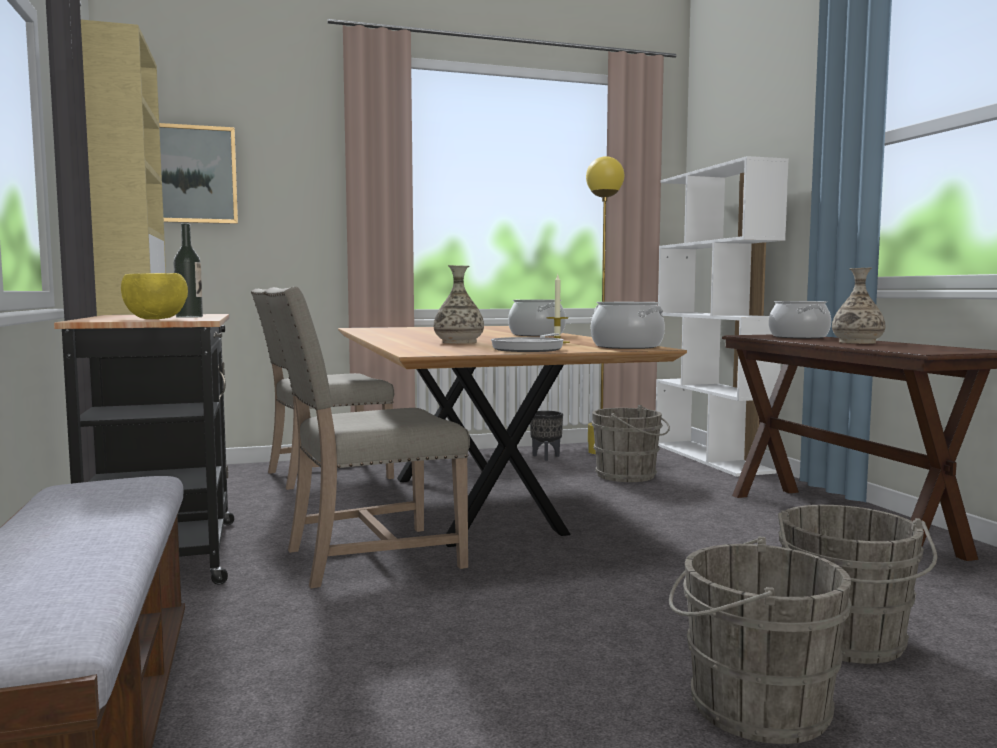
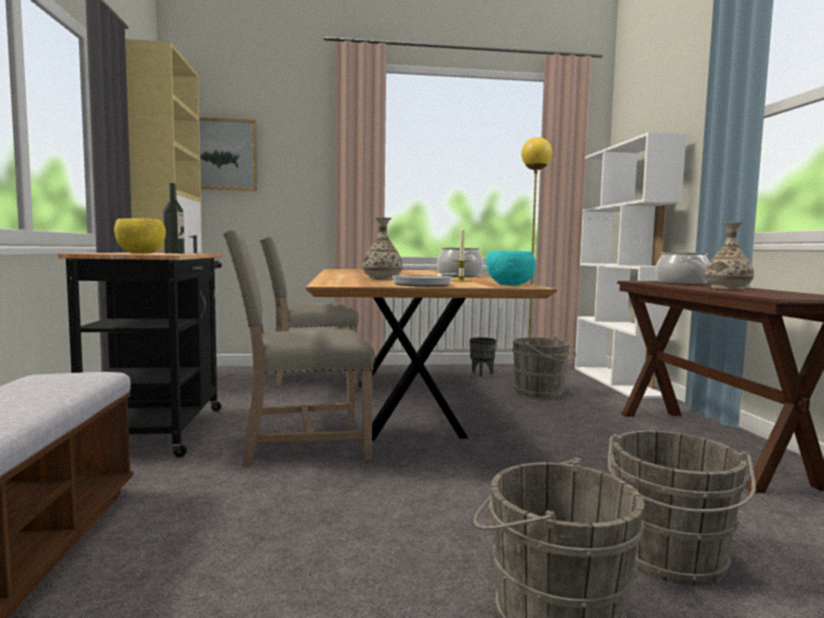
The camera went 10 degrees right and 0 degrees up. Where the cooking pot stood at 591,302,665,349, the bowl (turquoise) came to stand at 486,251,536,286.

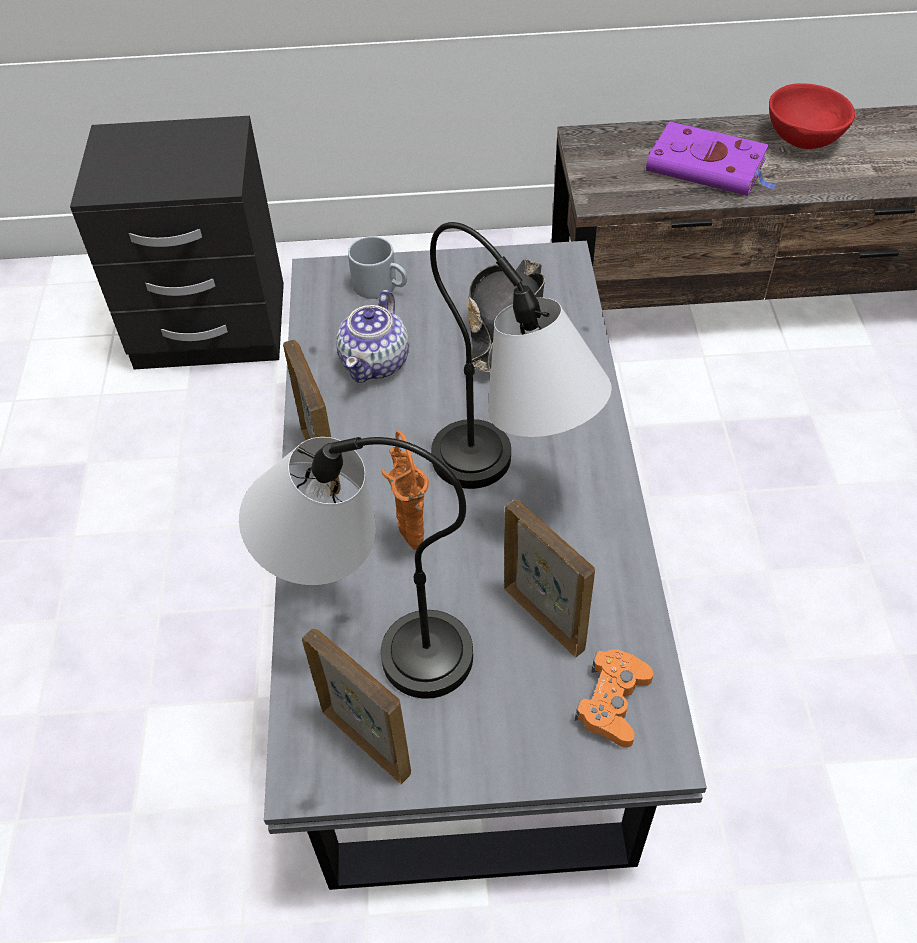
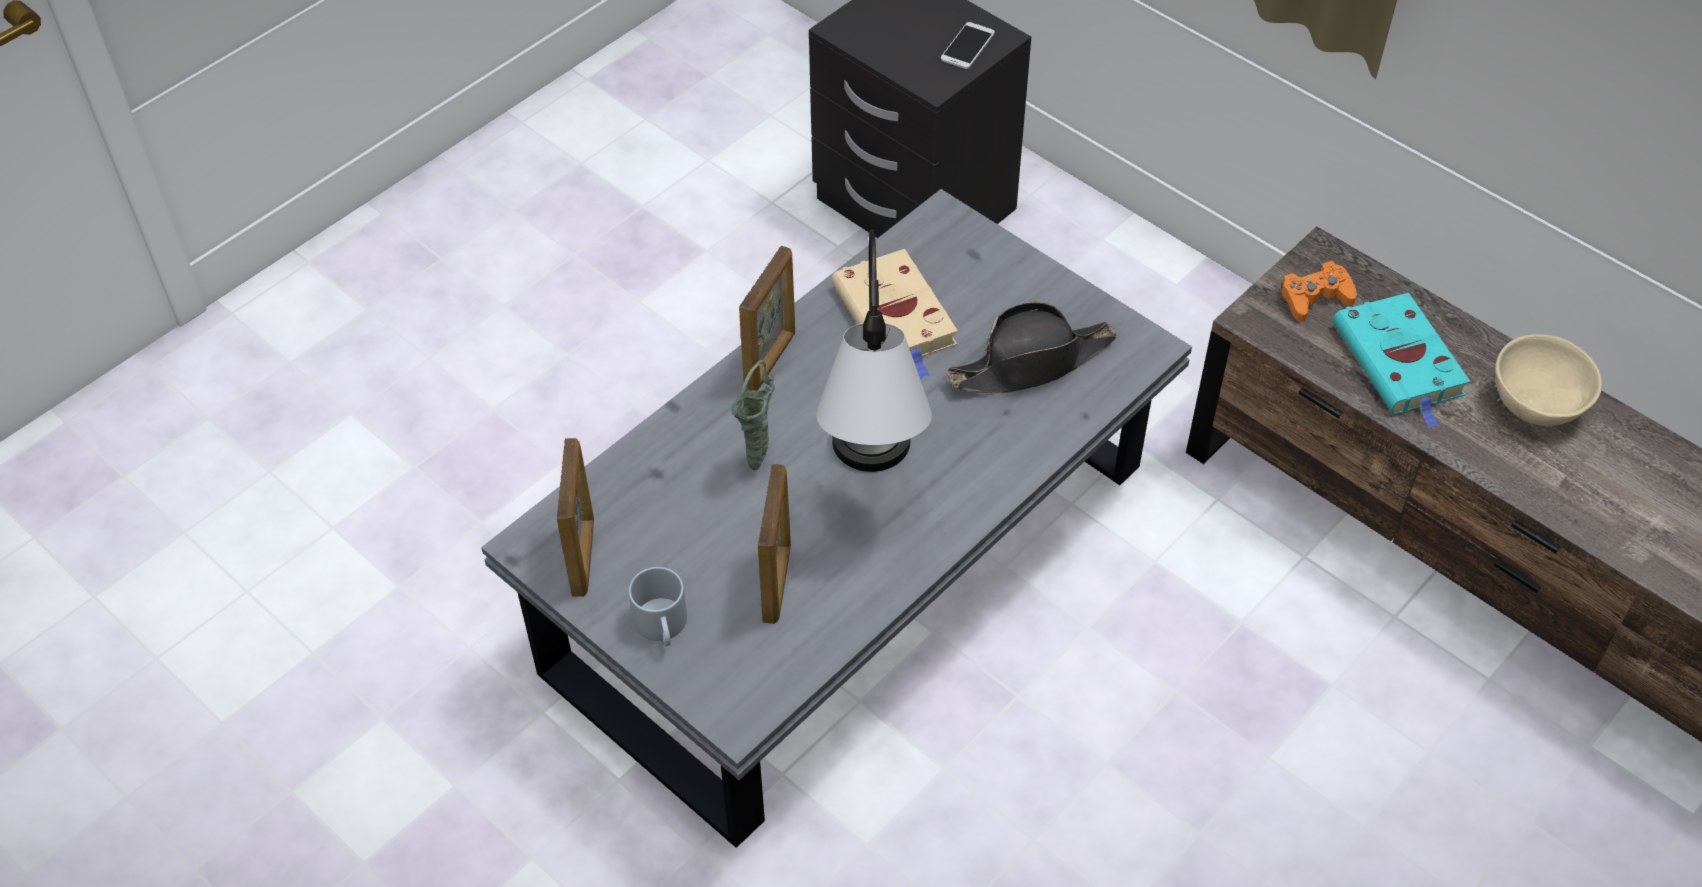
The camera went 45 degrees right and 0 degrees up. The second view lost the table lamp at 239,437,473,699. Where the teapot stood at 336,290,409,383, the book (beige) came to stand at 831,249,958,379. The mug (grey) ended up elsewhere, having gone from 348,236,407,299 to 629,567,687,646. What was the vase (orange) at 381,431,429,550 turned into the vase (green) at 731,360,775,470. The game controller (orange) ended up elsewhere, having gone from 575,649,653,748 to 1281,261,1357,322. What was the book (purple) at 646,121,776,196 turned into the book (turquoise) at 1333,293,1470,428. What was the bowl (red) at 769,83,855,149 turned into the bowl (beige) at 1495,334,1602,426. The second view gained the phone at 941,22,995,69.

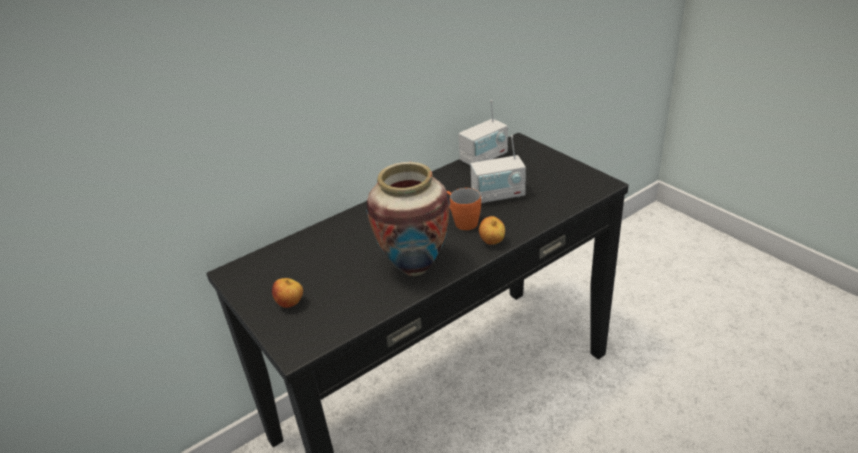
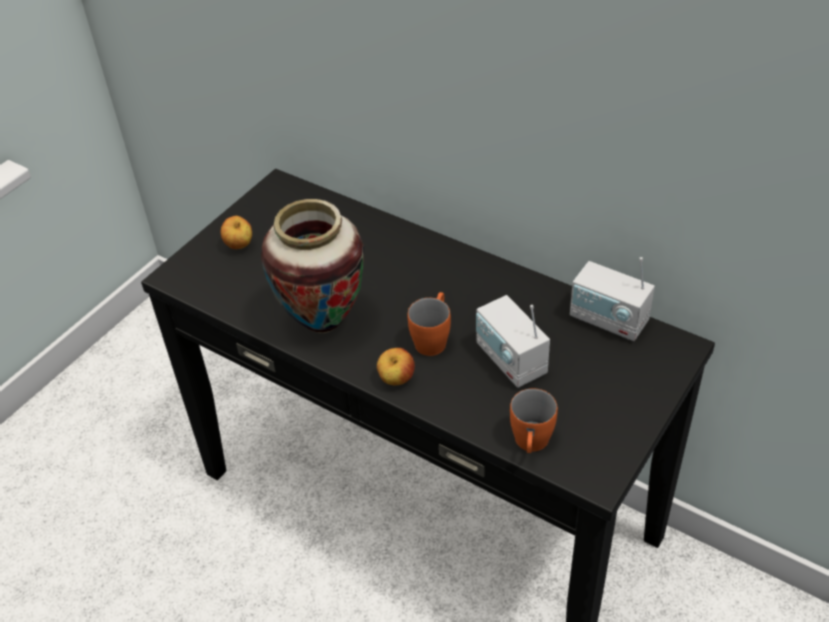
The camera went 70 degrees right and 10 degrees up. The second view gained the mug (orange) at 510,388,558,453.

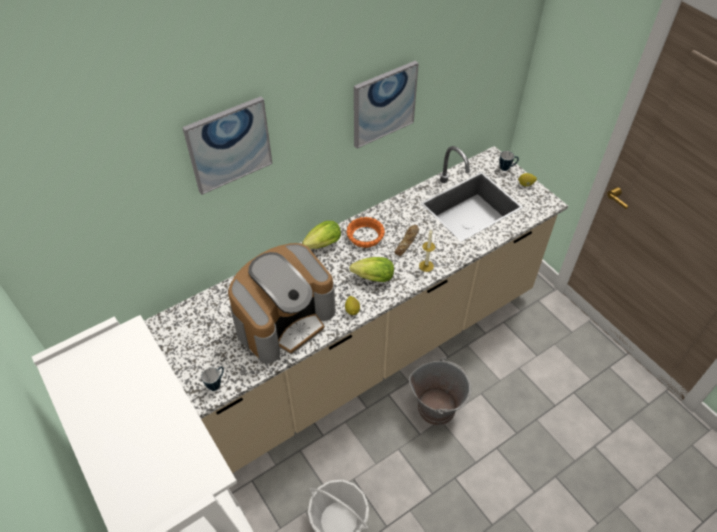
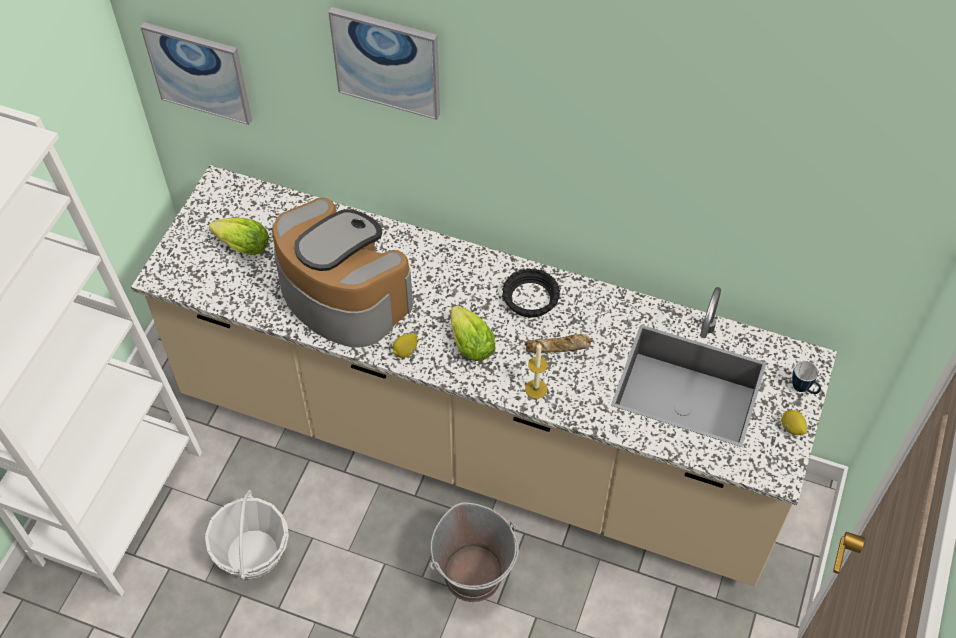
The camera went 55 degrees right and 5 degrees up. The second view lost the mug at 201,366,224,391. The coffee machine at 228,243,335,364 ended up facing another way, 150 degrees counterclockwise from before. The lettuce ended up elsewhere, having gone from 302,221,341,249 to 209,217,269,255. What was the bowl (orange) at 346,217,385,248 turned into the bowl (black) at 502,268,560,318. The picture ended up elsewhere, having gone from 354,61,419,148 to 141,22,252,125.

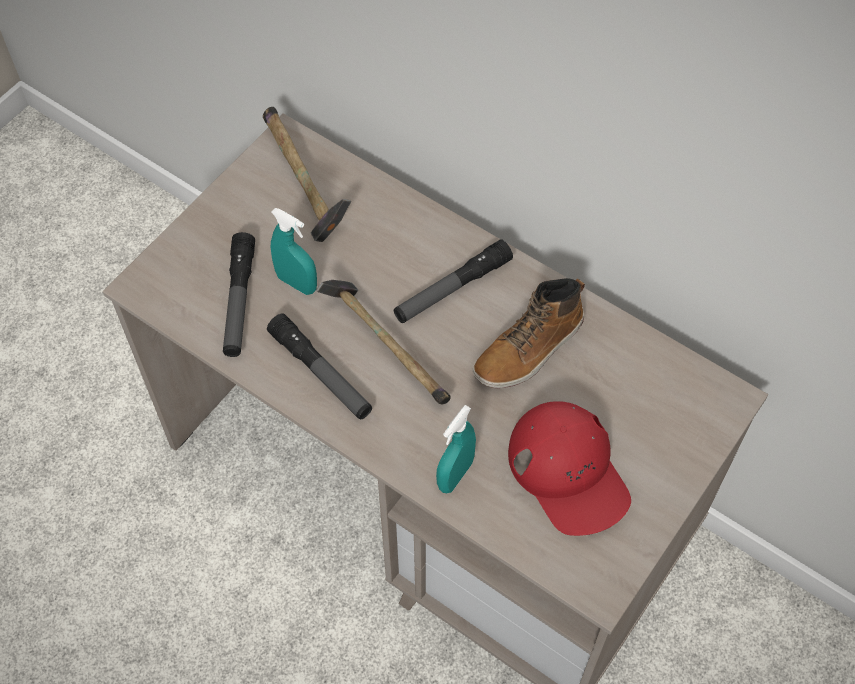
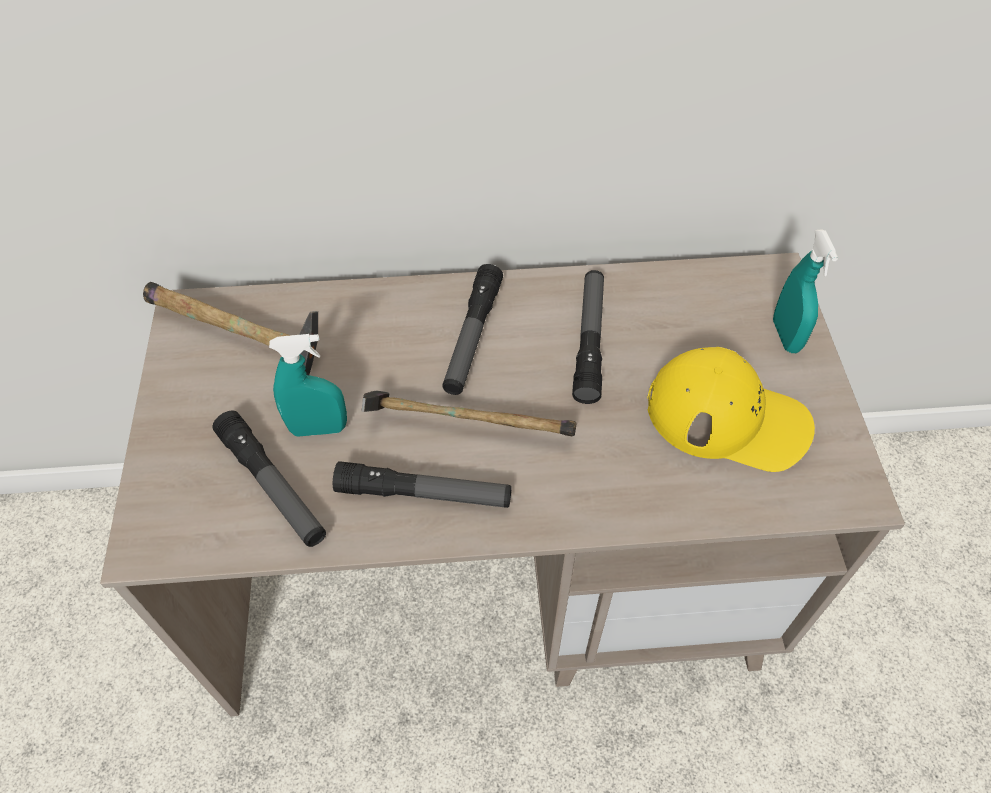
The camera went 40 degrees left and 5 degrees down. The spray bottle (turquoise) ended up elsewhere, having gone from 436,405,476,493 to 773,229,838,353. Where the boot stood at 472,278,585,388, the flashlight came to stand at 572,270,604,404. What was the cap (red) at 508,401,631,536 turned into the cap (yellow) at 647,347,815,472.

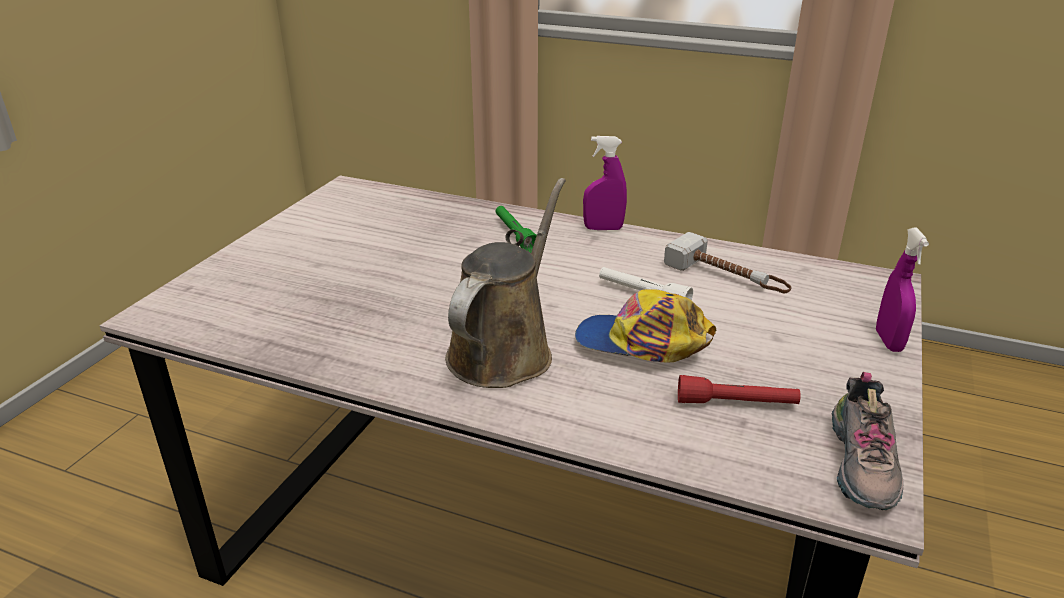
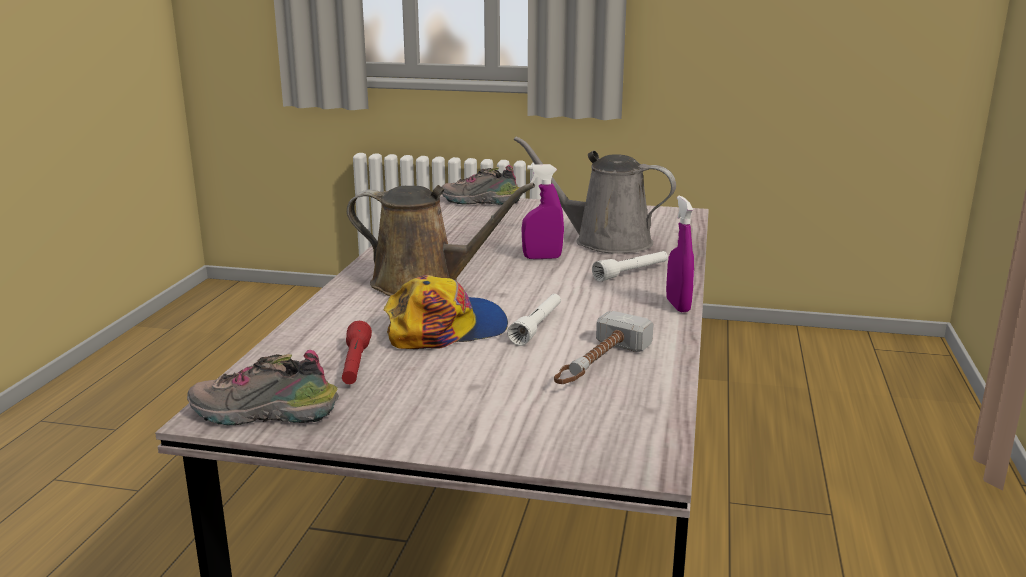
The camera went 80 degrees right and 10 degrees down. What was the flashlight (green) at 495,206,537,253 turned into the flashlight (white) at 592,251,668,282. The cap at 575,289,716,363 ended up facing another way, 60 degrees clockwise from before. The spray bottle (purple) ended up elsewhere, having gone from 876,228,929,352 to 521,164,564,259. The second view gained the shoe at 442,165,523,205. The second view gained the watering can (grey) at 514,136,676,254.

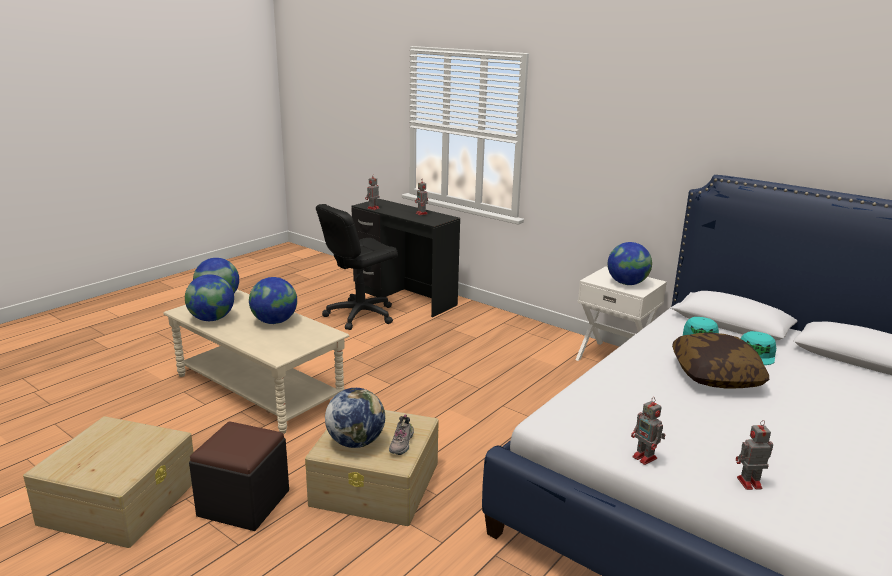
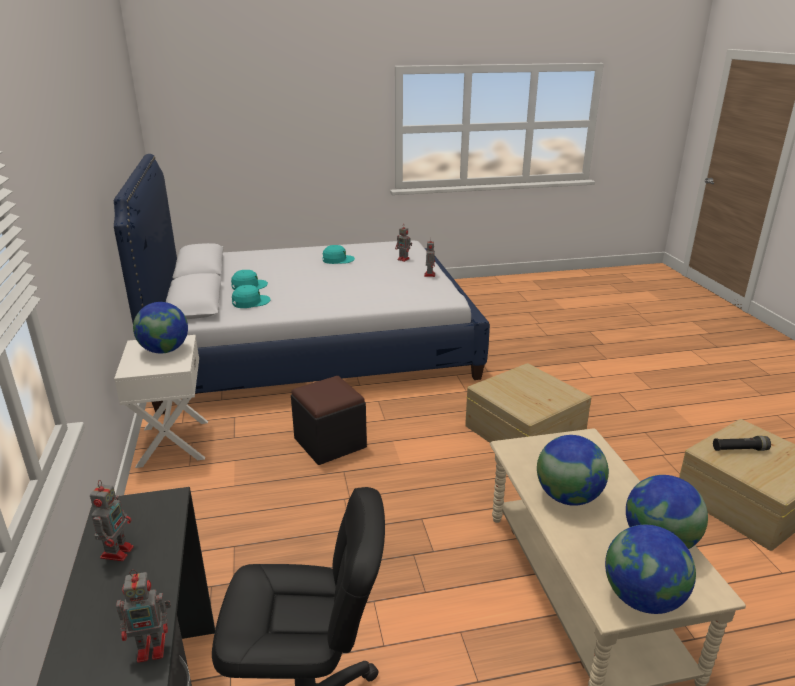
The camera went 140 degrees left and 5 degrees up. The ottoman (black) ended up elsewhere, having gone from 189,421,289,531 to 291,376,367,465. The second view lost the globe at 325,388,385,448. The second view lost the shoe at 389,415,414,455. The second view lost the pillow at 672,333,769,389. The second view gained the cap (turquoise) at 323,245,355,264. The second view gained the flashlight (black) at 713,436,771,451.

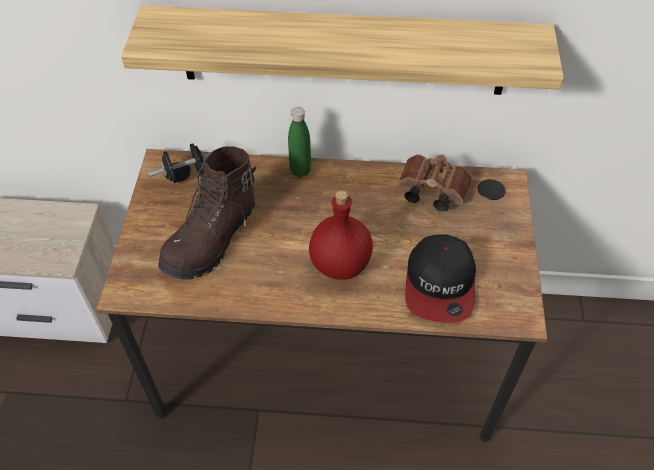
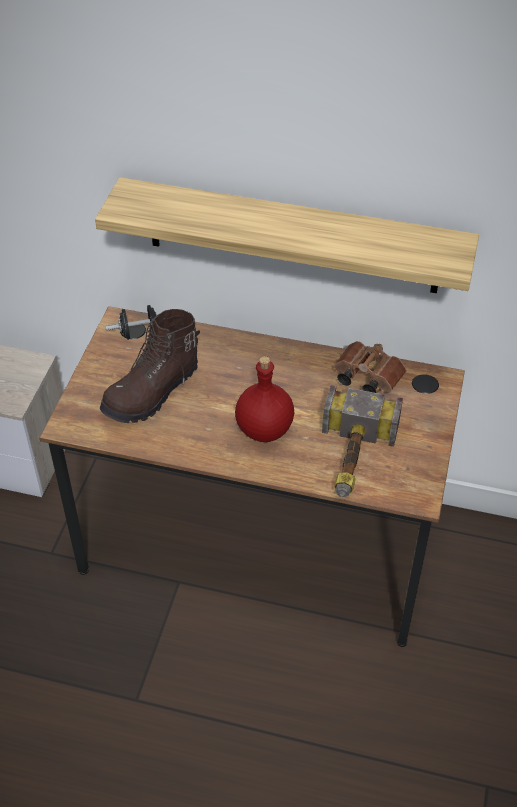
The camera went 10 degrees right and 5 degrees down. The second view lost the bottle (green) at 288,107,311,177. Where the cap stood at 405,234,476,323, the hammer came to stand at 322,385,403,497.

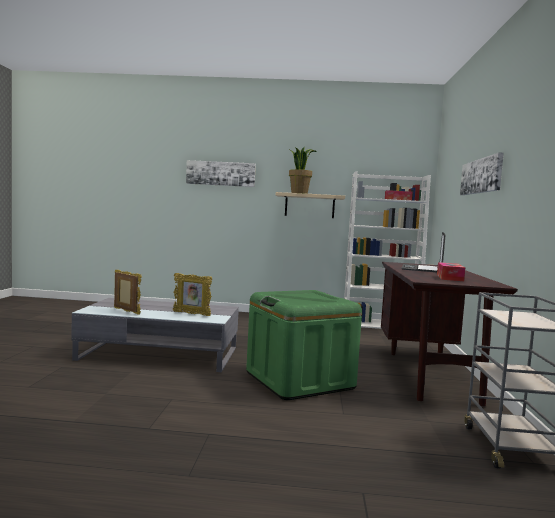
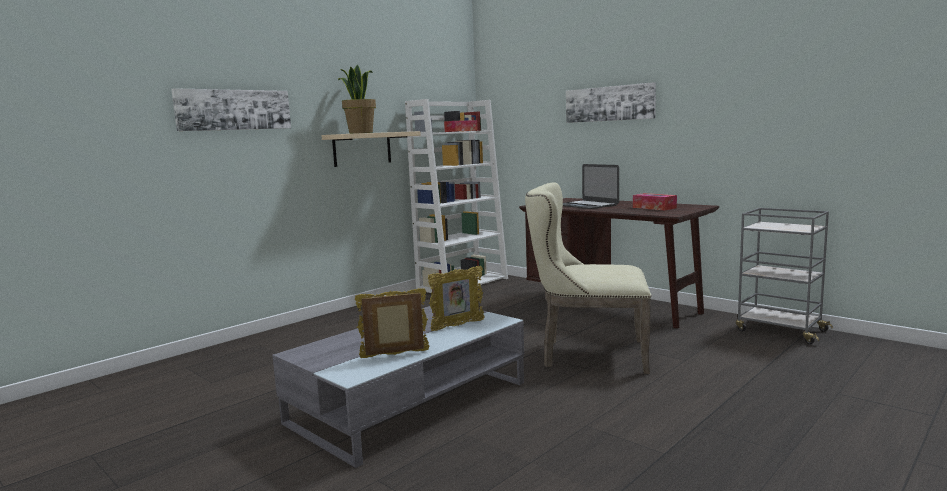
The camera went 50 degrees left and 5 degrees up. Where the storage box (green) stood at 246,290,362,400, the chair (beige) came to stand at 525,182,651,374.

